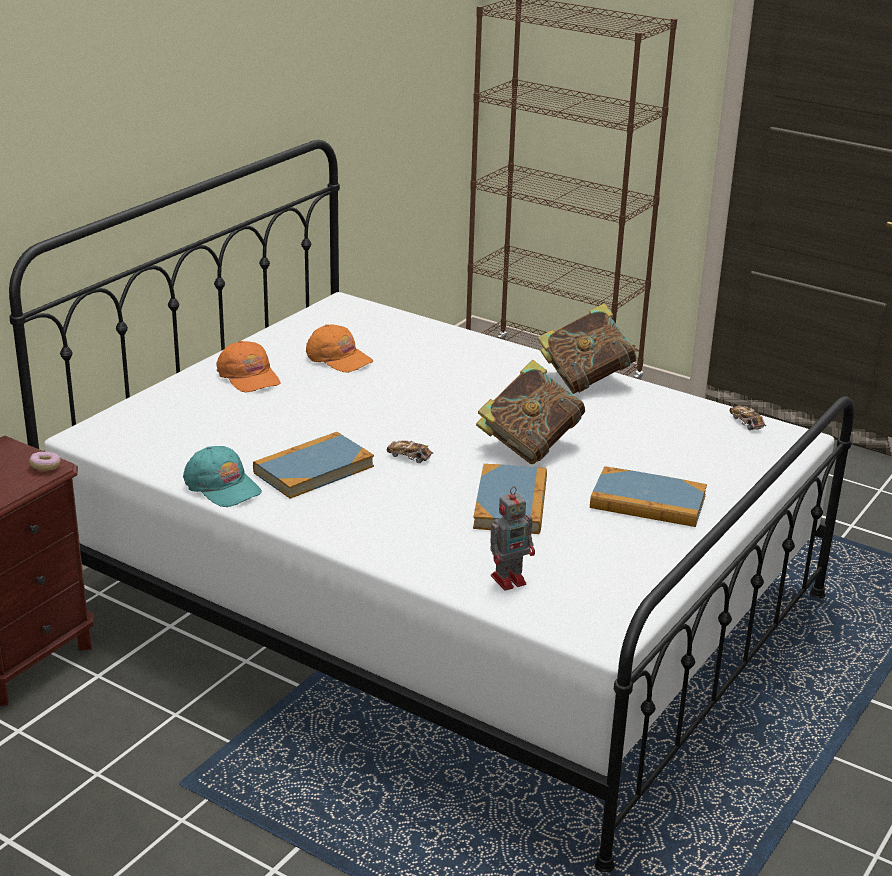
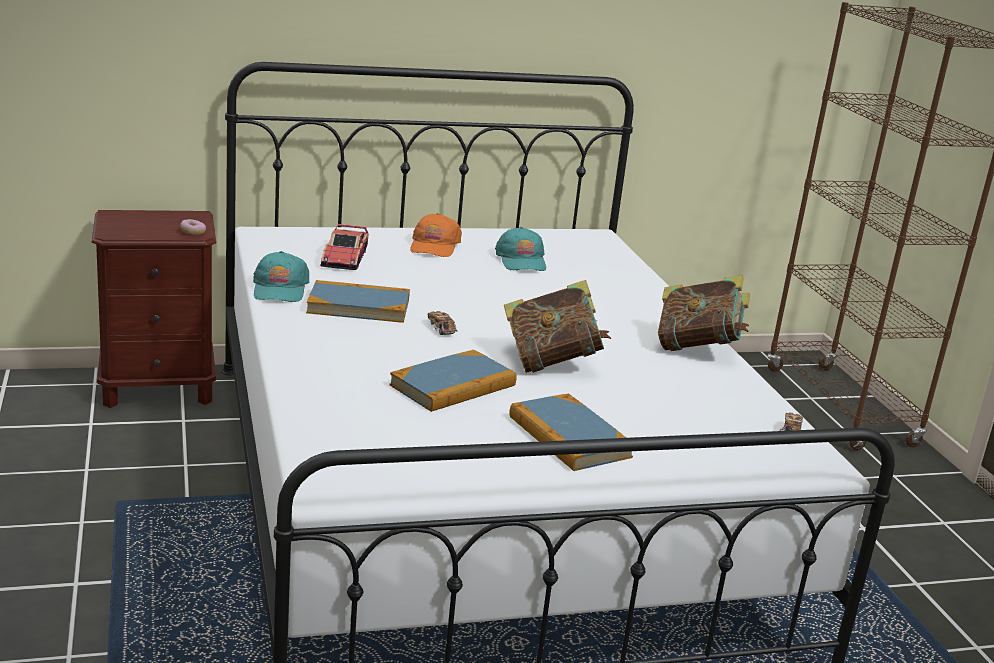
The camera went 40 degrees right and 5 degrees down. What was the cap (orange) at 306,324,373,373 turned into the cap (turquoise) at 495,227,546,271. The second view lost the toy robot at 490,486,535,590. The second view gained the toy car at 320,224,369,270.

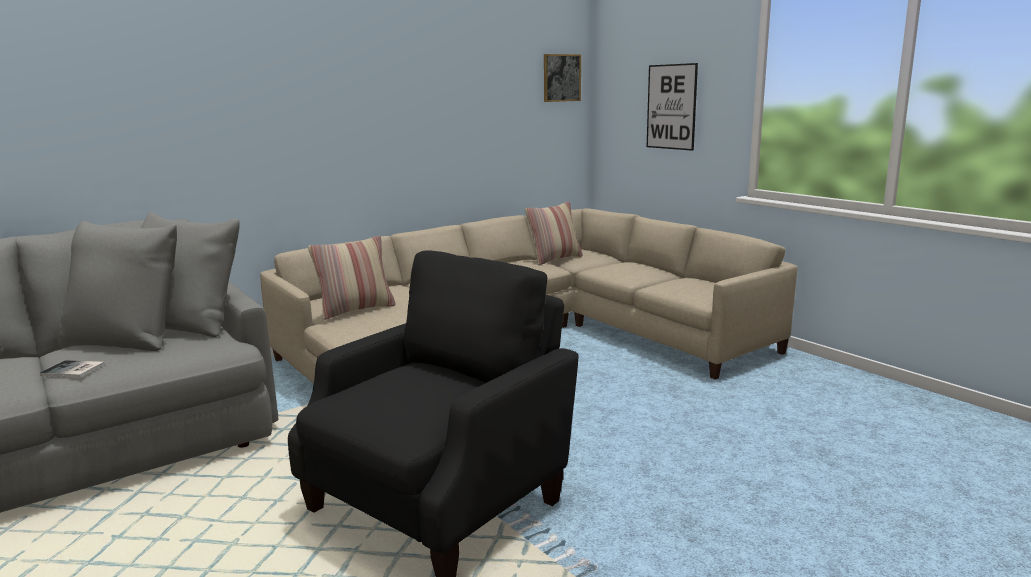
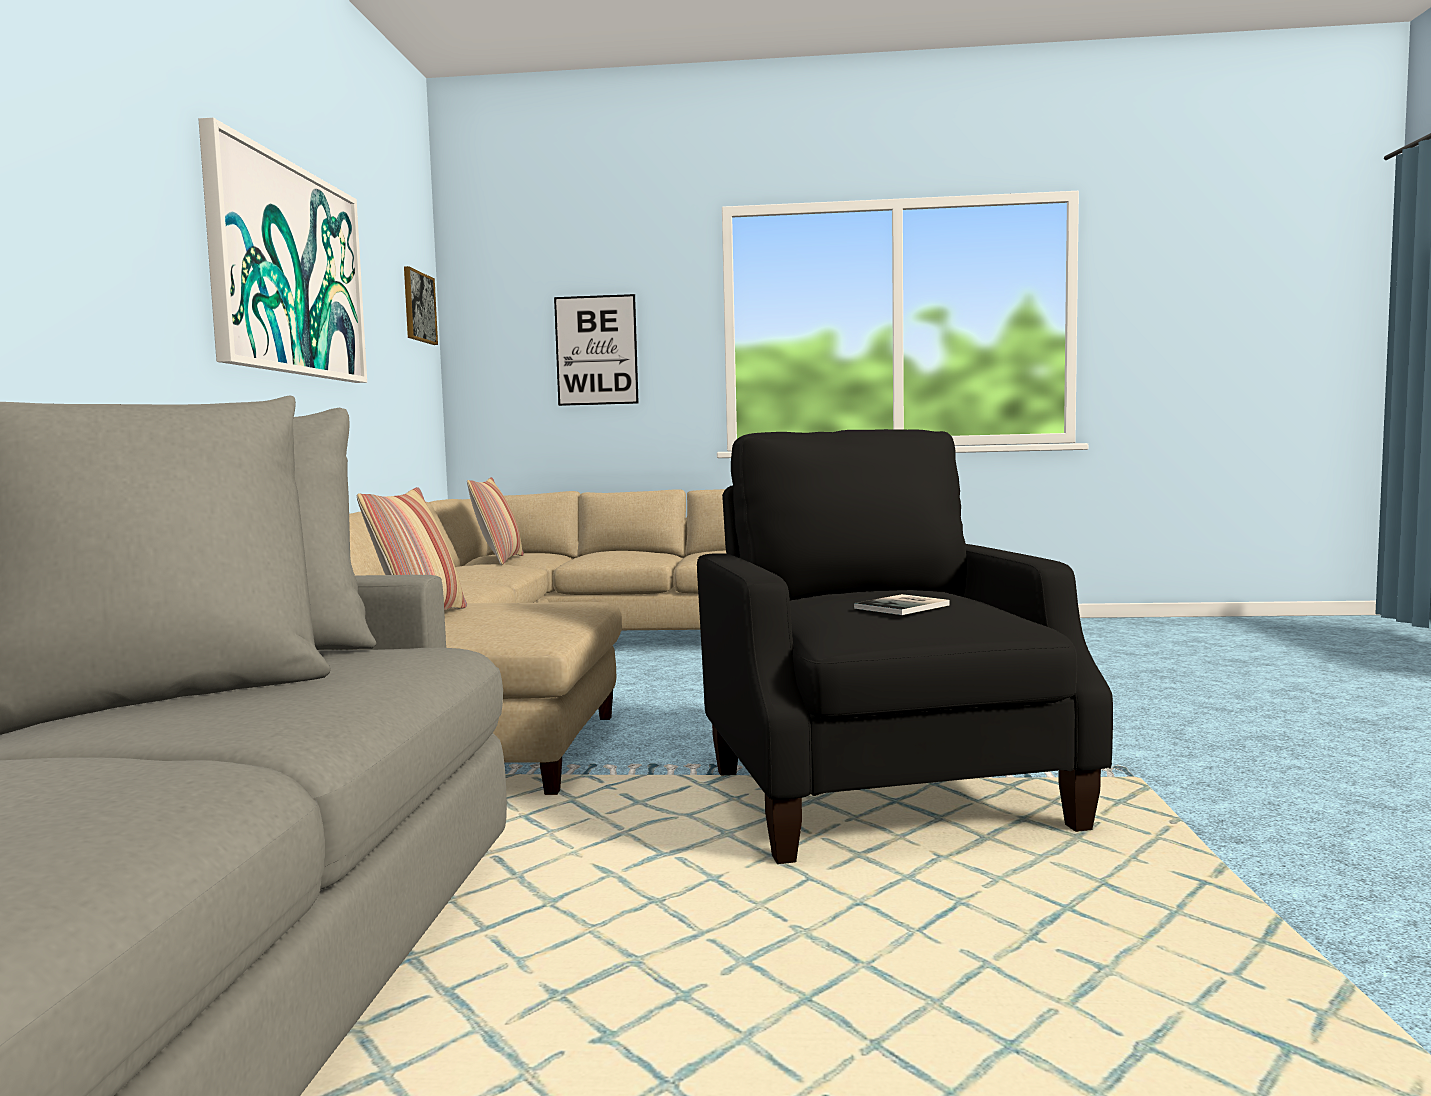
The camera went 50 degrees left and 10 degrees down. The book ended up elsewhere, having gone from 40,360,105,378 to 854,594,949,615. The second view gained the picture at 198,118,367,383.

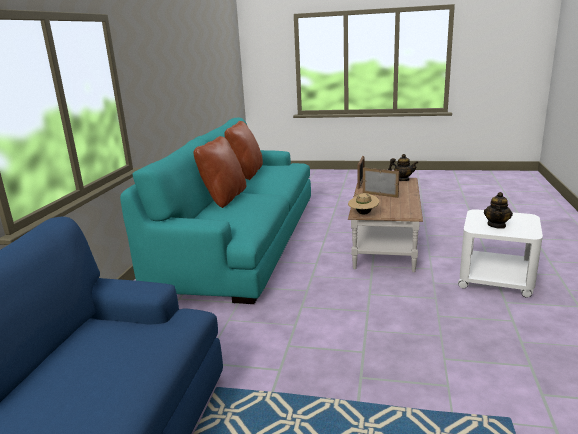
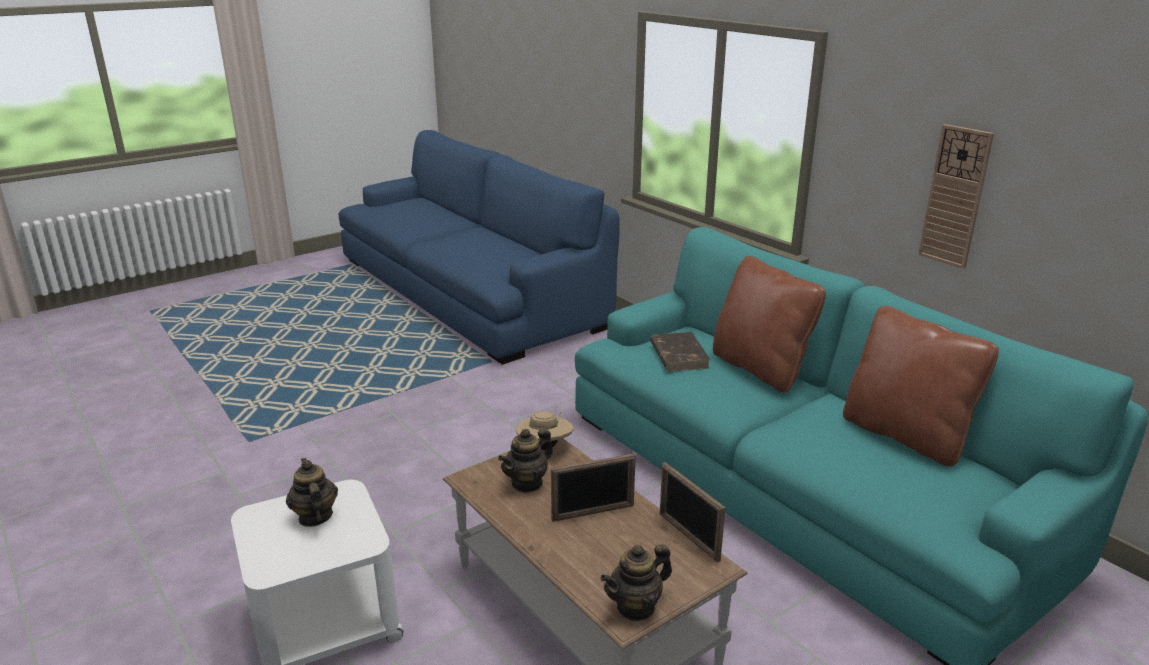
The camera went 130 degrees right and 5 degrees up. The second view gained the teapot at 498,428,553,493. The second view gained the book (brown) at 650,332,710,372. The second view gained the wall clock at 918,124,994,269.

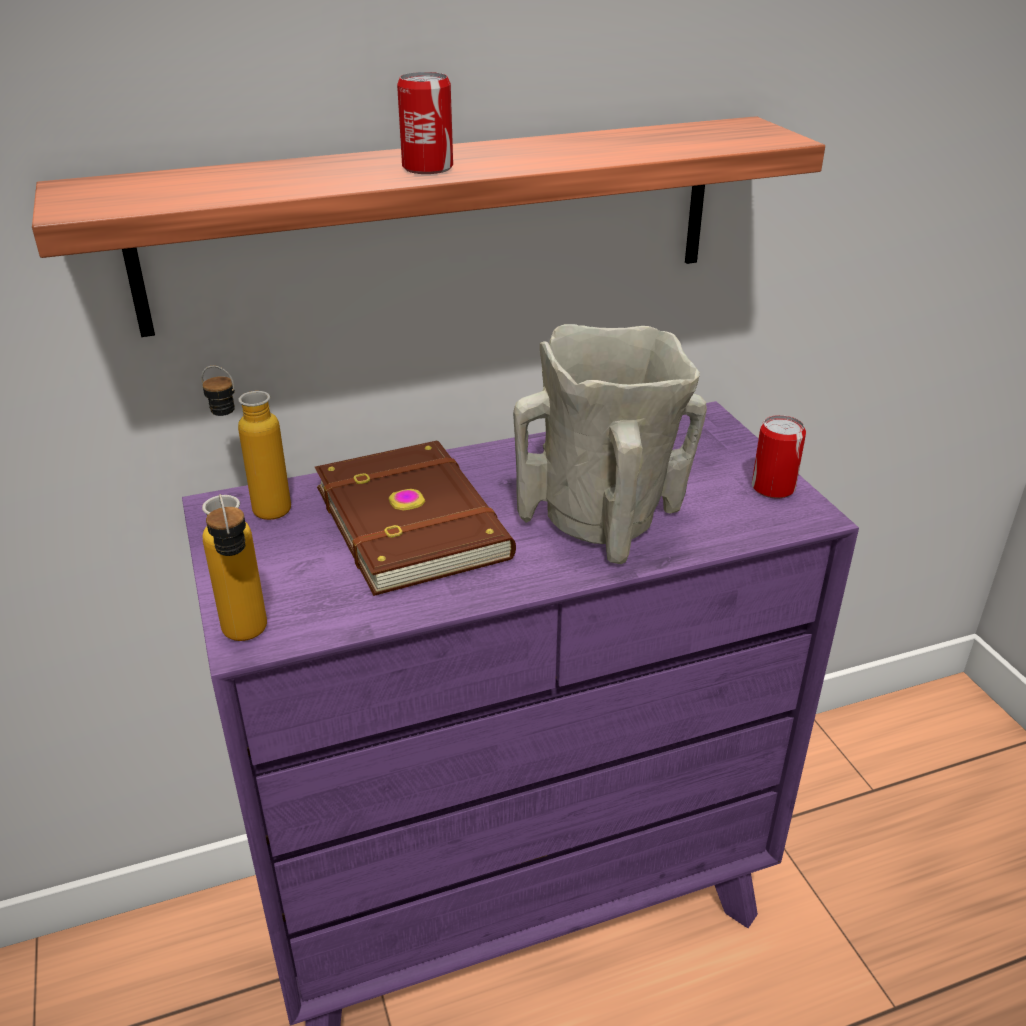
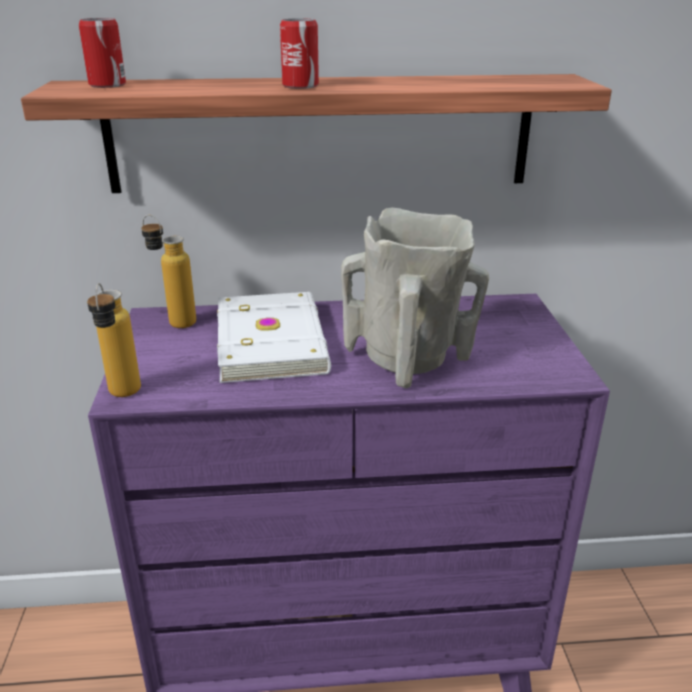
The camera went 15 degrees right and 5 degrees down. What was the book (brown) at 315,441,516,596 turned into the book (white) at 217,292,331,383. The can ended up elsewhere, having gone from 752,415,806,499 to 79,18,126,88.

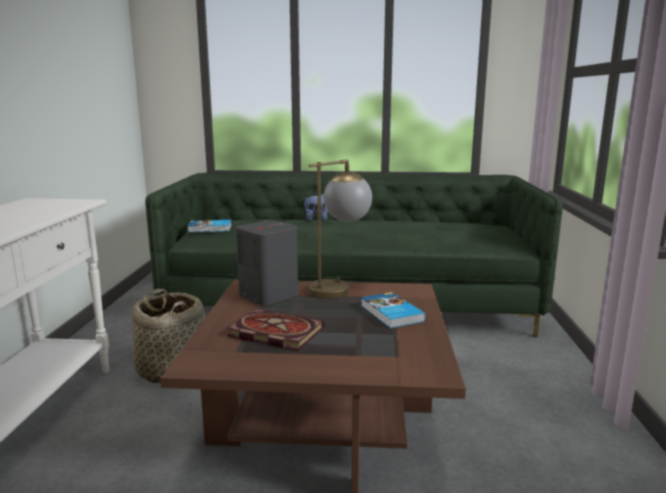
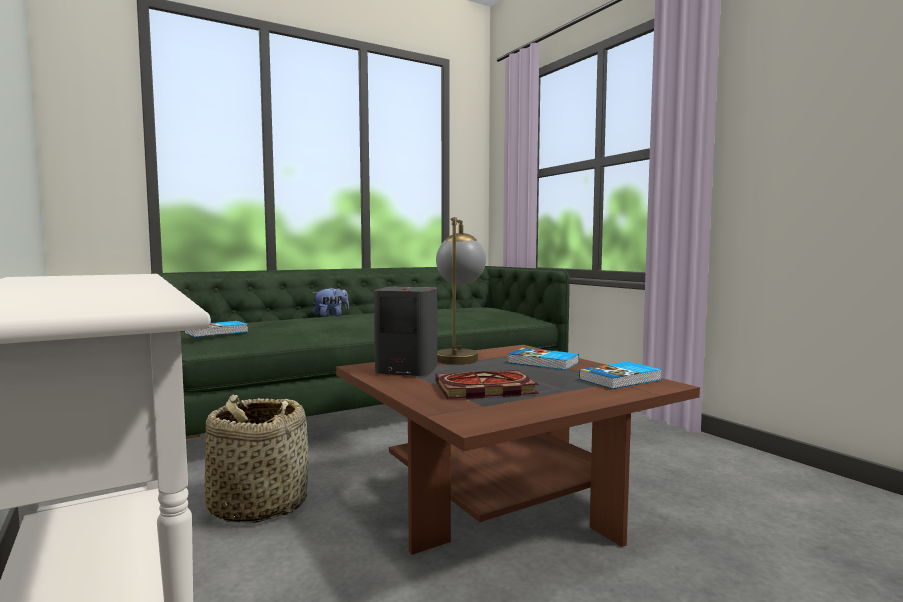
The camera went 35 degrees left and 10 degrees down. The second view gained the book at 579,362,662,389.

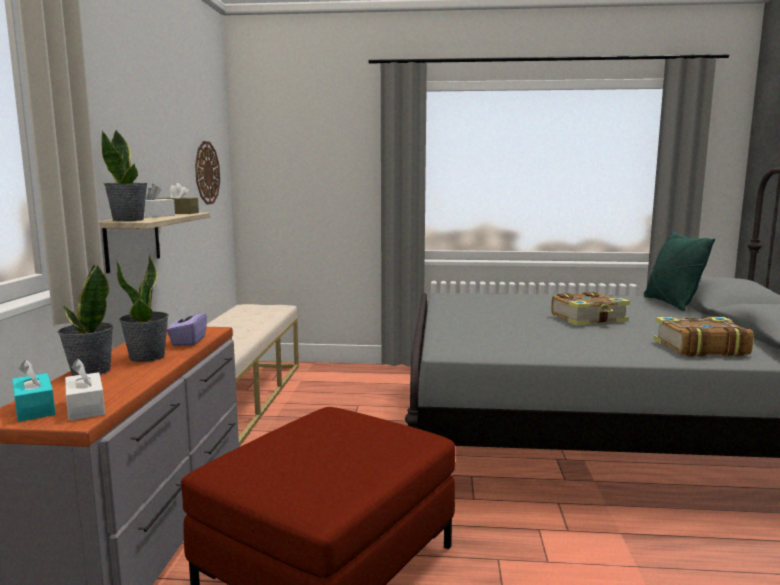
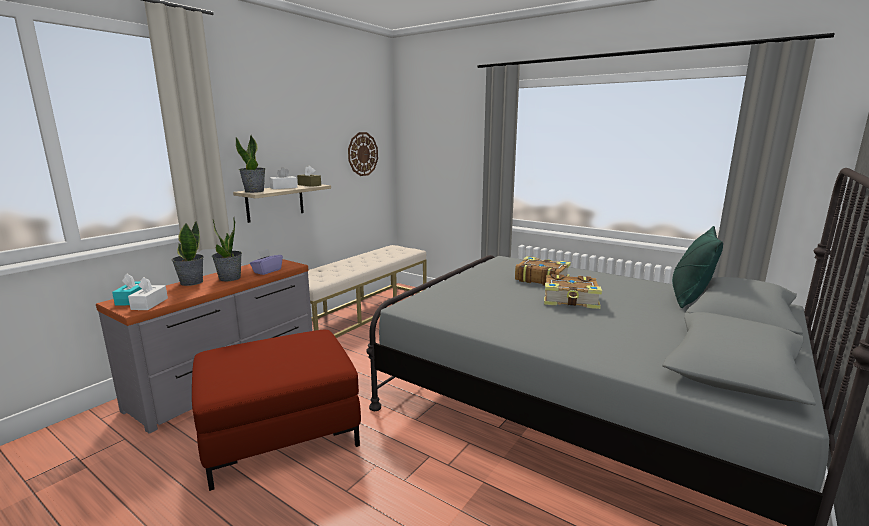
The camera went 30 degrees right and 5 degrees up. The book ended up elsewhere, having gone from 654,317,754,356 to 515,256,571,286.

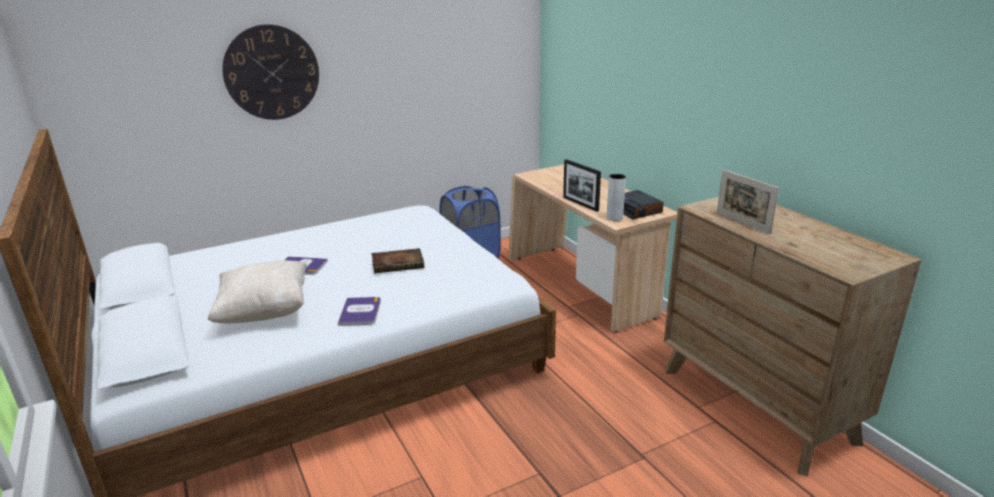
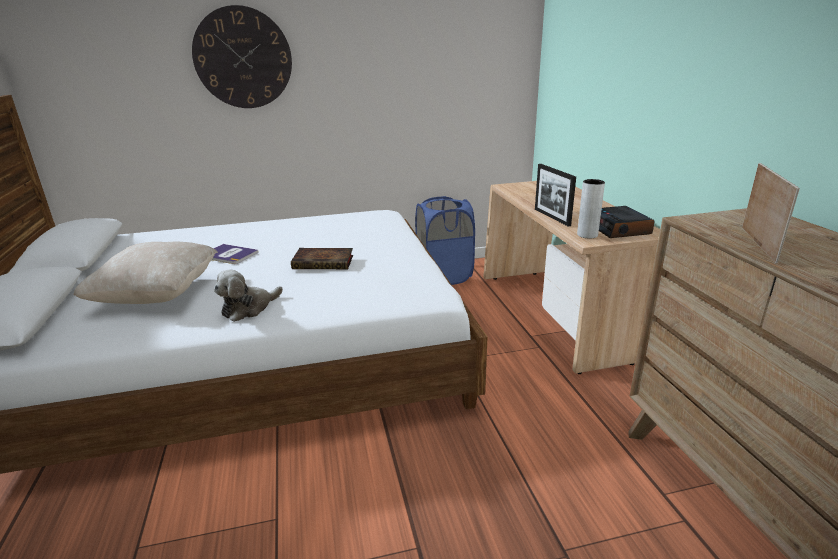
The camera went 15 degrees right and 0 degrees up. Where the book stood at 338,297,381,326, the plush toy came to stand at 214,269,283,322. The picture frame at 717,170,779,234 ended up facing another way, 150 degrees counterclockwise from before.

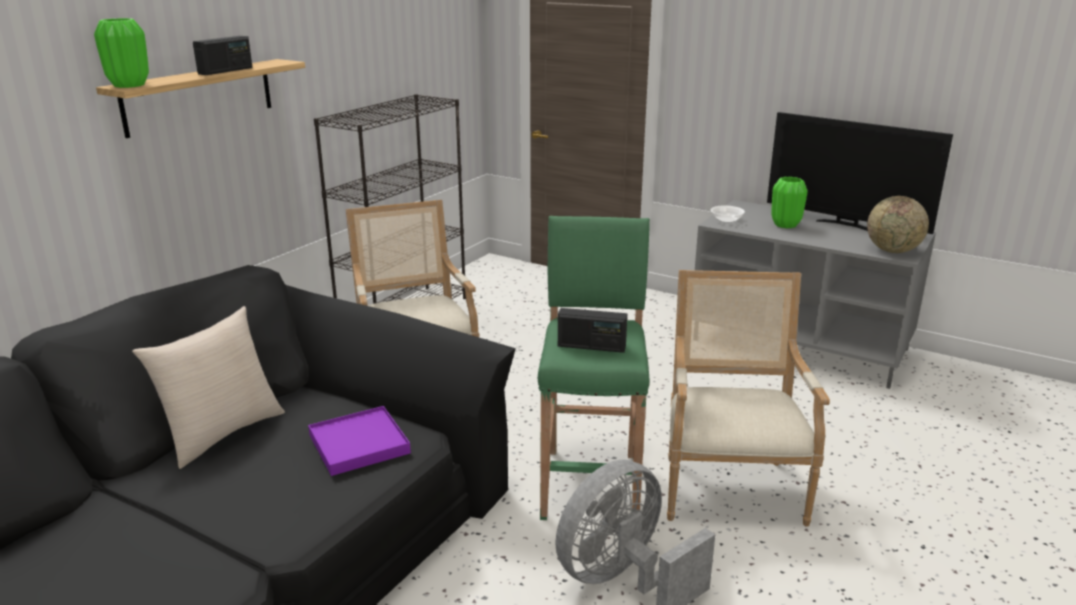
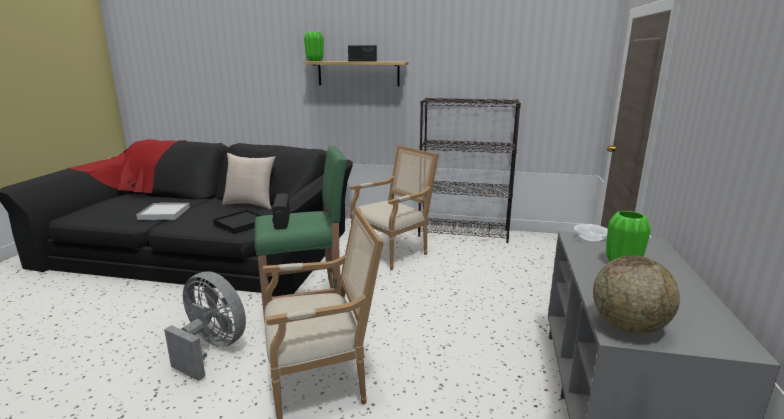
The camera went 70 degrees right and 5 degrees down. What was the tray (purple) at 308,406,411,476 turned into the tray (black) at 213,210,262,234. The second view lost the television at 767,112,953,234. The second view gained the tray (white) at 137,203,190,220.

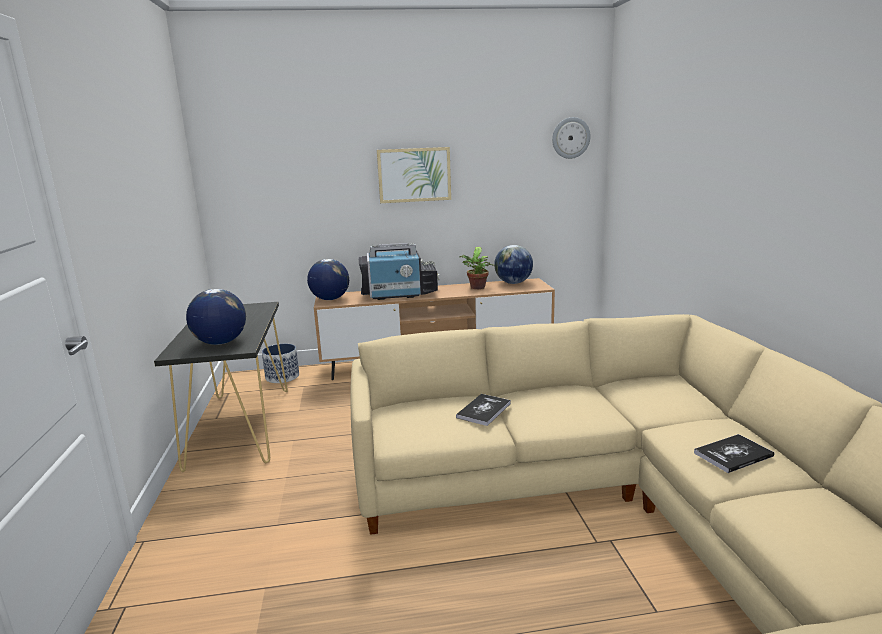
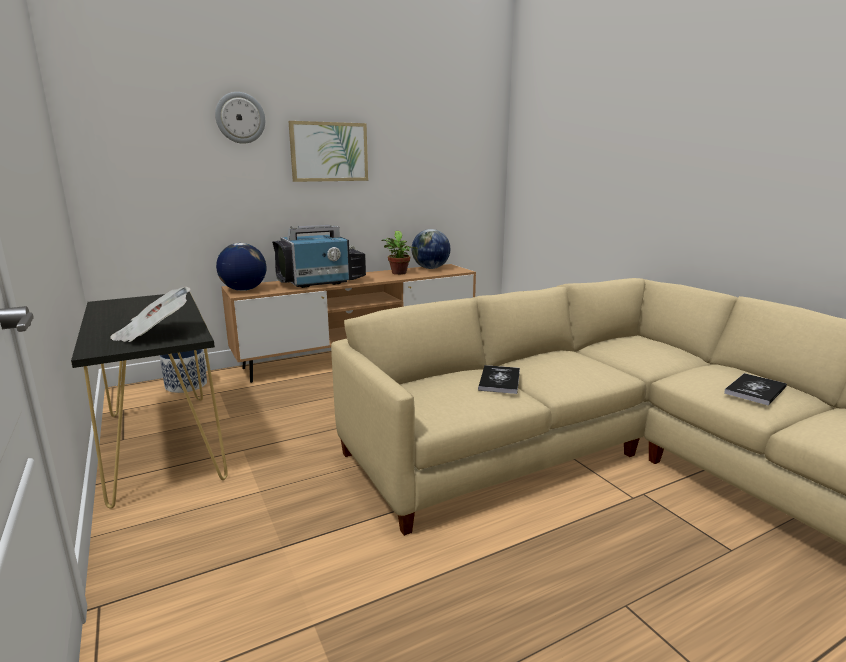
The camera went 20 degrees left and 0 degrees up. Where the globe stood at 186,289,246,345, the newspaper came to stand at 110,287,191,342. The wall clock ended up elsewhere, having gone from 552,117,590,159 to 215,92,265,144.

